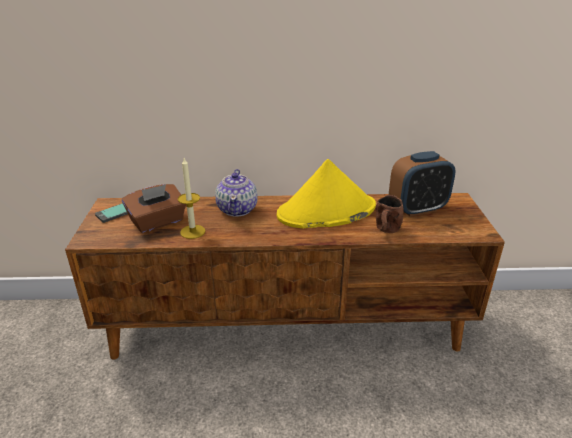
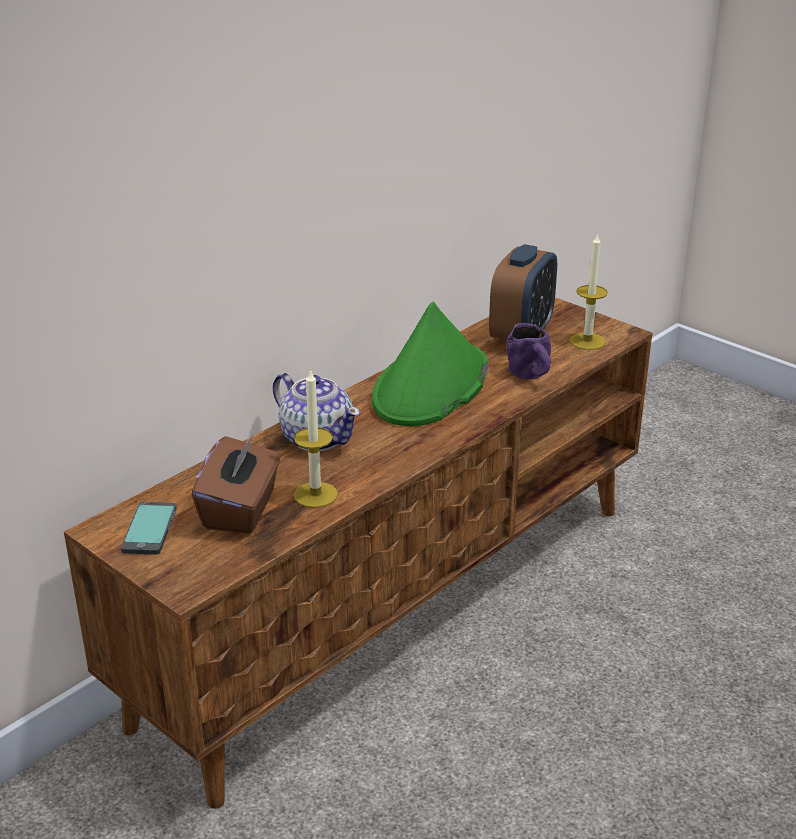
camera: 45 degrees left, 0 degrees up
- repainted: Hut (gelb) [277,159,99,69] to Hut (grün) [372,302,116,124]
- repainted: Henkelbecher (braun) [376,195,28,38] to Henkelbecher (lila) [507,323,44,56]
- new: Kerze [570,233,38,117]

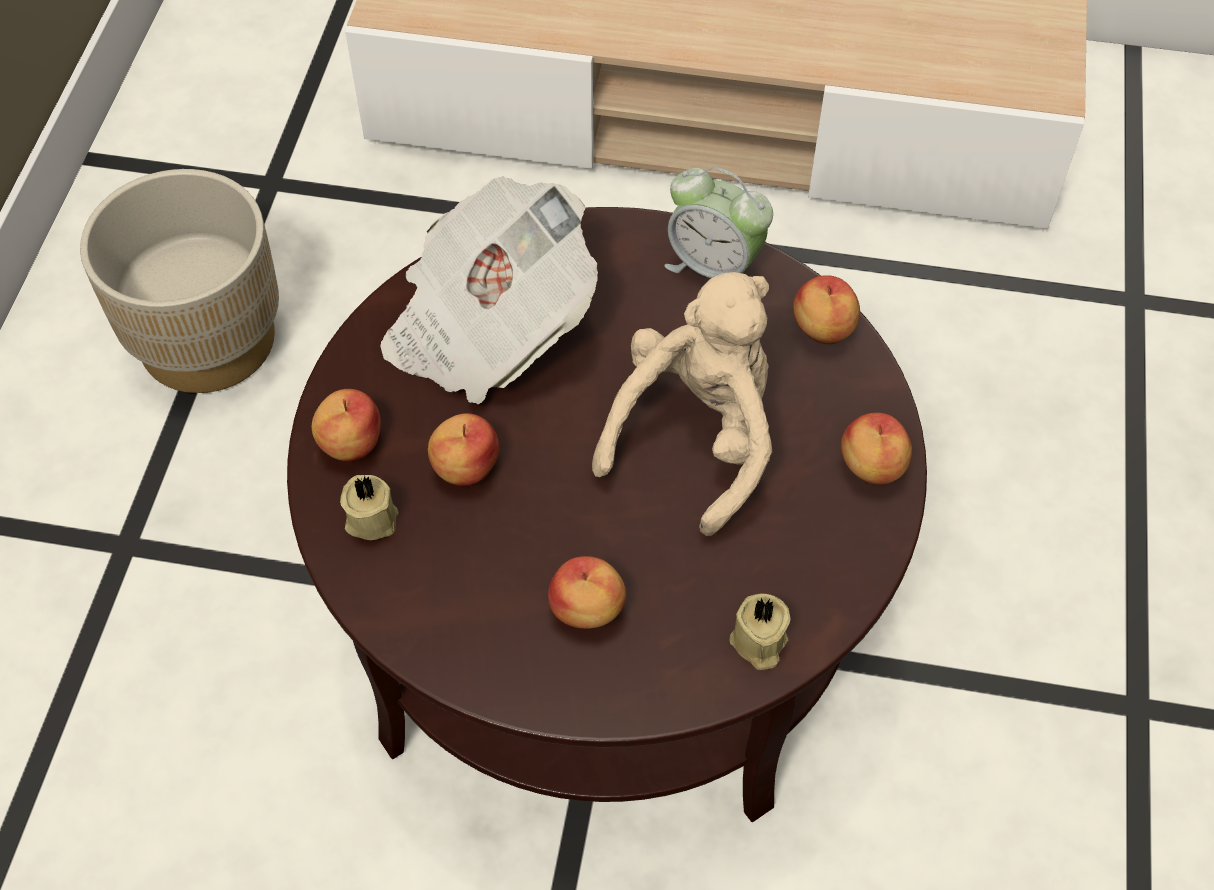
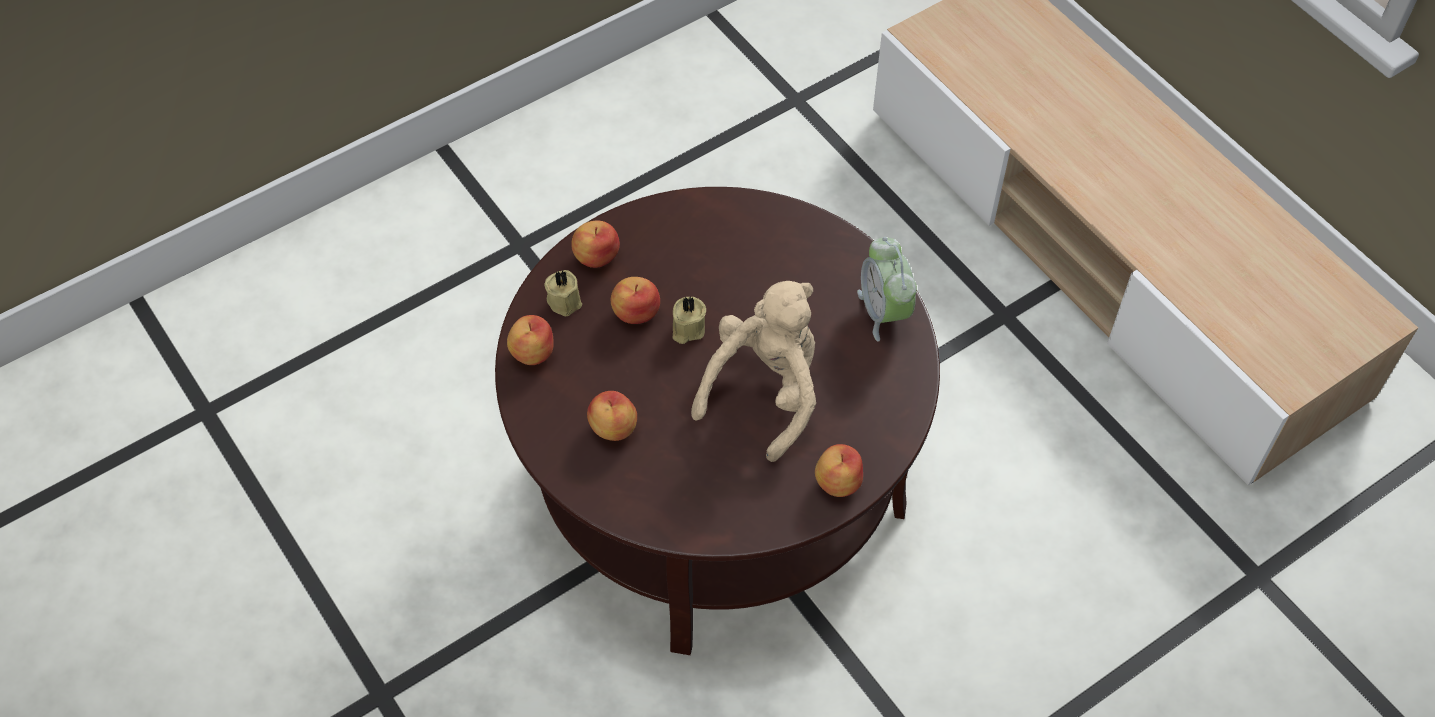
camera: 45 degrees right, 0 degrees up
- gone: Pflanzkübel (beige) [80,169,199,224]
- gone: Zeitung [380,176,218,228]
- rotated: Plüschtier (beige) [592,272,180,264] = [691,281,125,181] 45 degrees counterclockwise
- shifted: Kerze (beige) [730,593,61,77] to [673,296,33,48]
- shifted: Apfel [793,275,67,69] to [507,315,46,50]

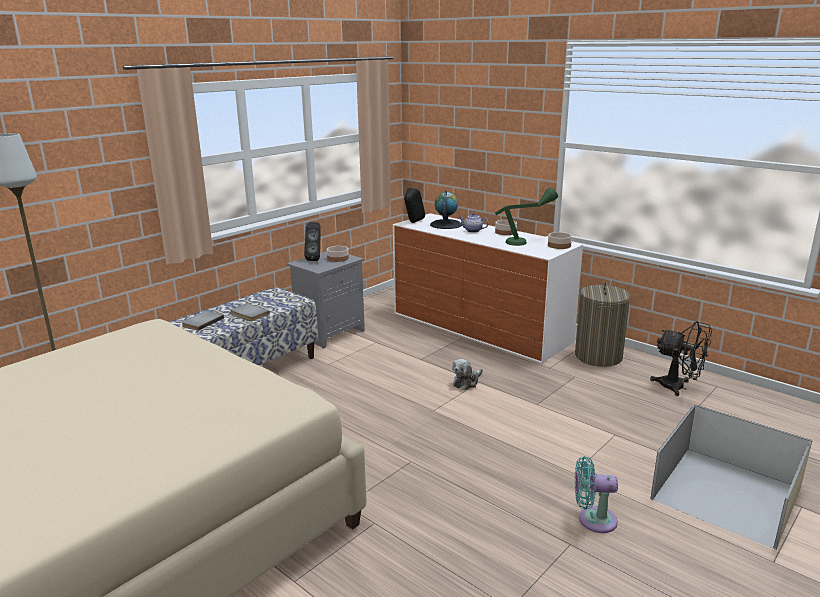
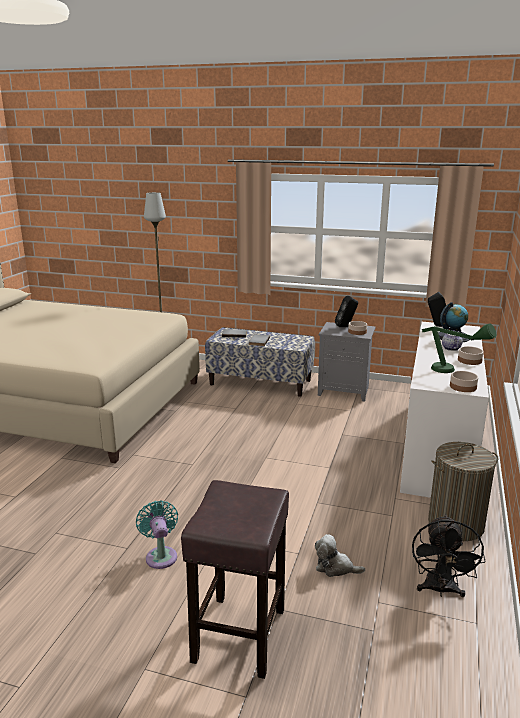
camera: 65 degrees right, 0 degrees up
- shifted: Plüschtier [452,359,31,31] to [315,534,50,43]
- swapped: Aufbewahrungsbox (beige) [650,405,163,145] to Hocker (braun) [181,480,108,199]

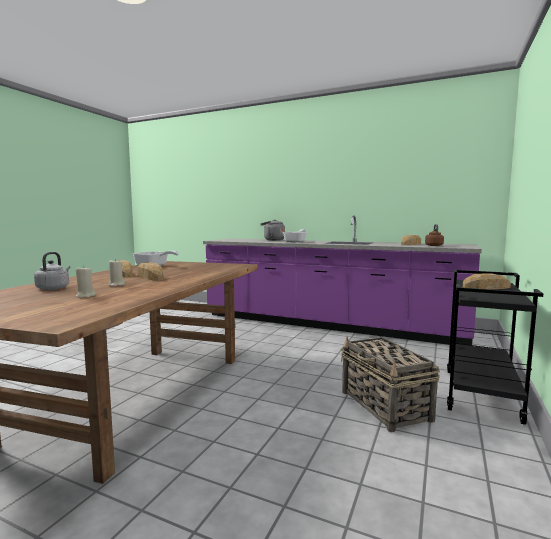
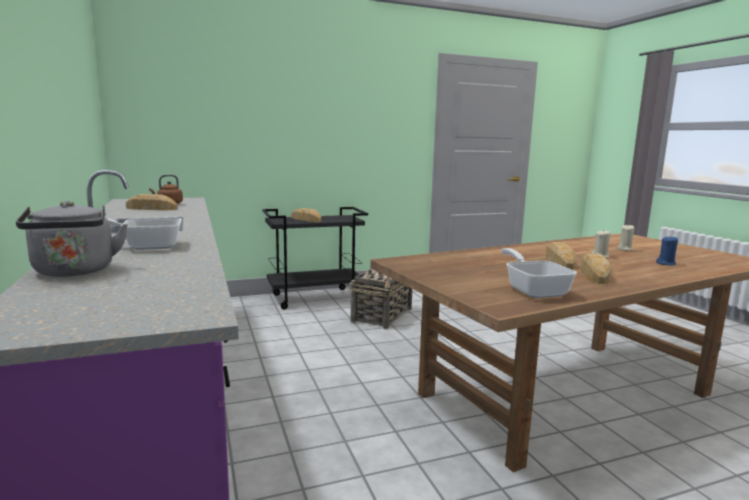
camera: 135 degrees left, 5 degrees up
- swapped: Wasserkessel (grau) [34,252,37,38] to Kerze (blau) [656,236,22,30]

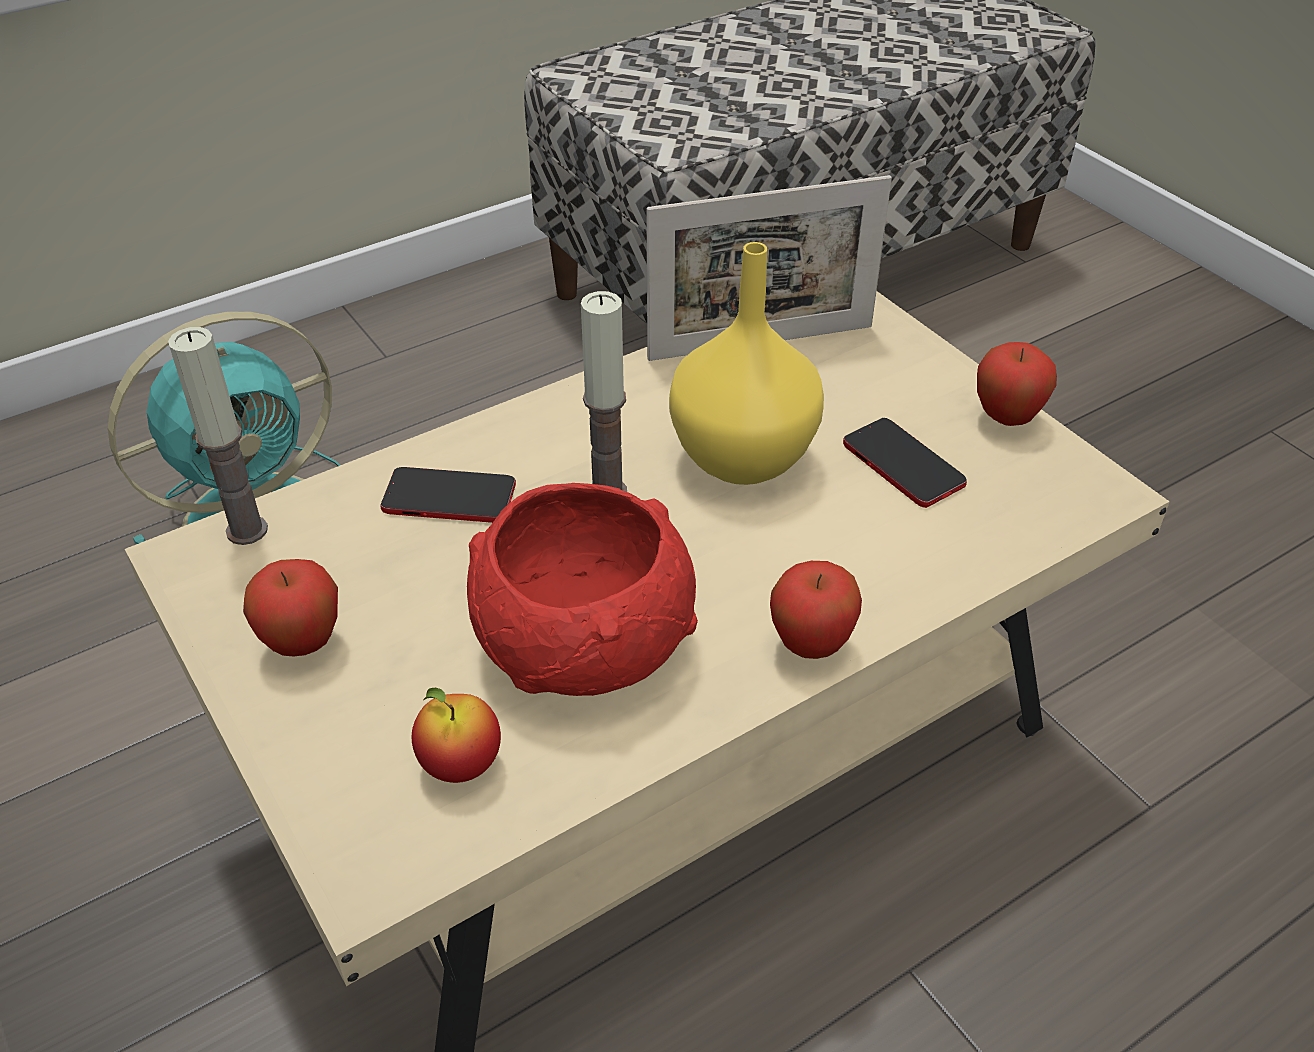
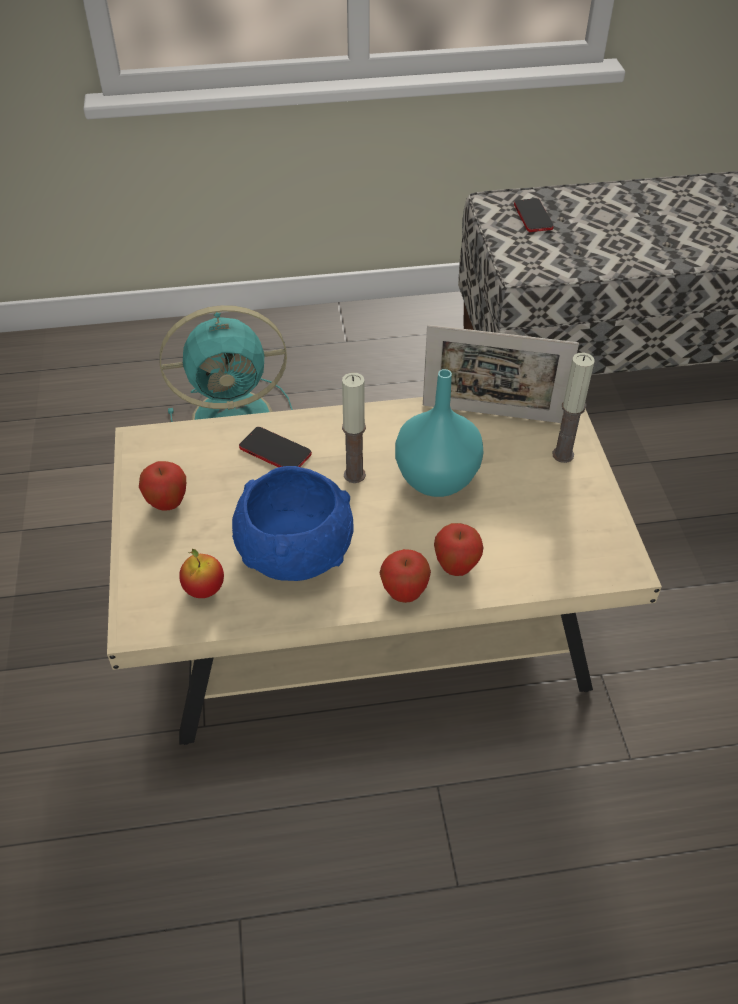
camera: 25 degrees right, 5 degrees up
- shifted: Kerze [168,327,100,218] to [552,353,43,110]
- repainted: Schüssel (rot) [467,483,231,213] to Schüssel (blau) [232,466,122,115]
- repainted: Vase (gelb) [669,242,155,243] to Vase (türkis) [395,369,89,128]
- shifted: Handy [843,418,124,90] to [514,198,40,34]
- shifted: Apfel [977,342,80,84] to [434,523,49,53]

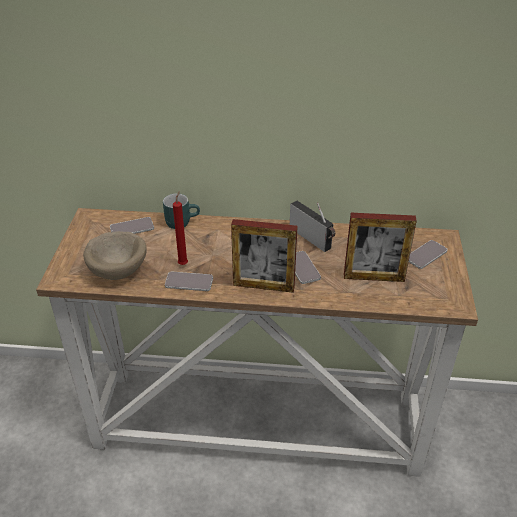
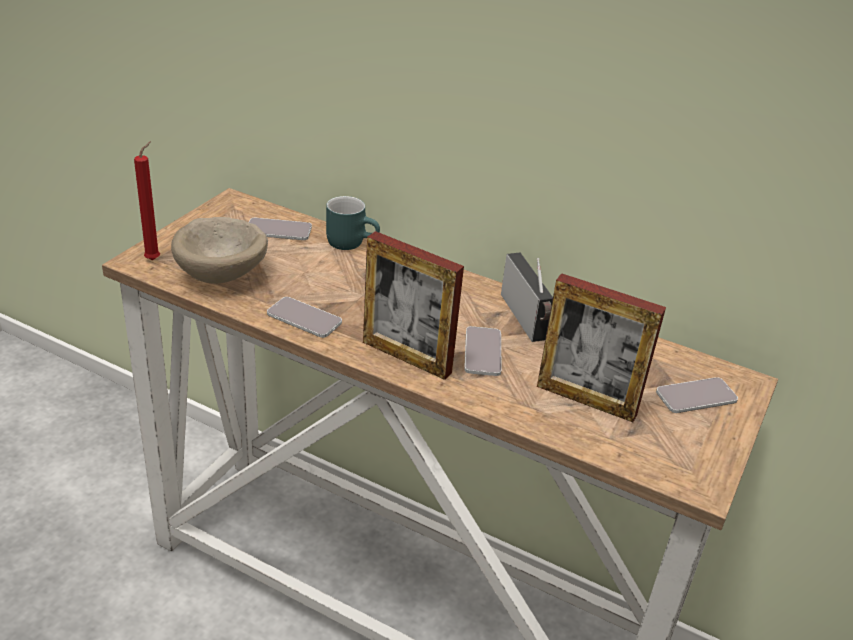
camera: 20 degrees right, 5 degrees down
- shifted: Kerze (rot) [173,191,15,74] to [134,141,26,119]

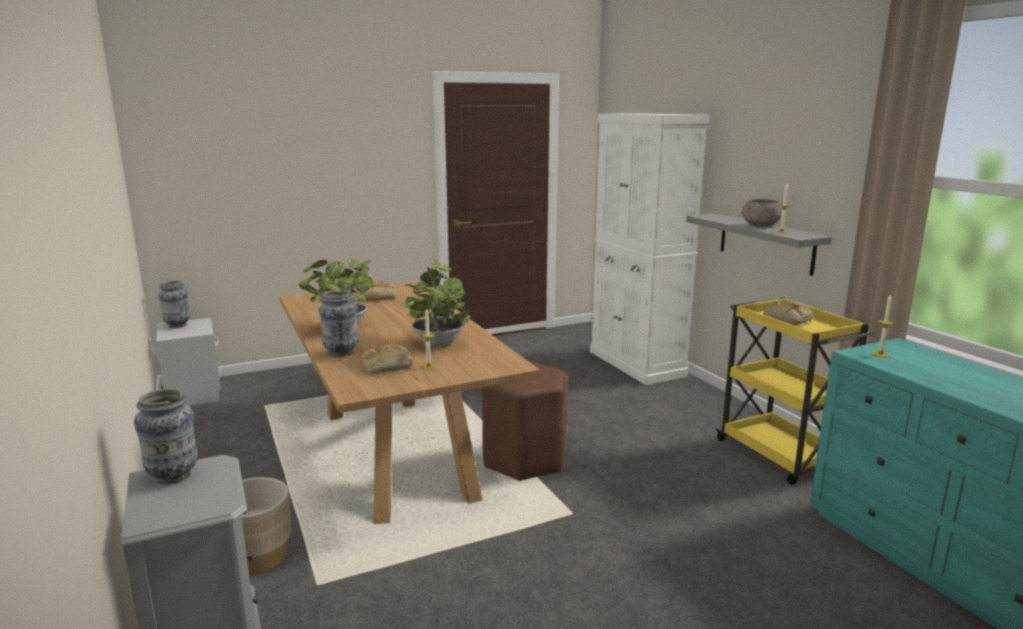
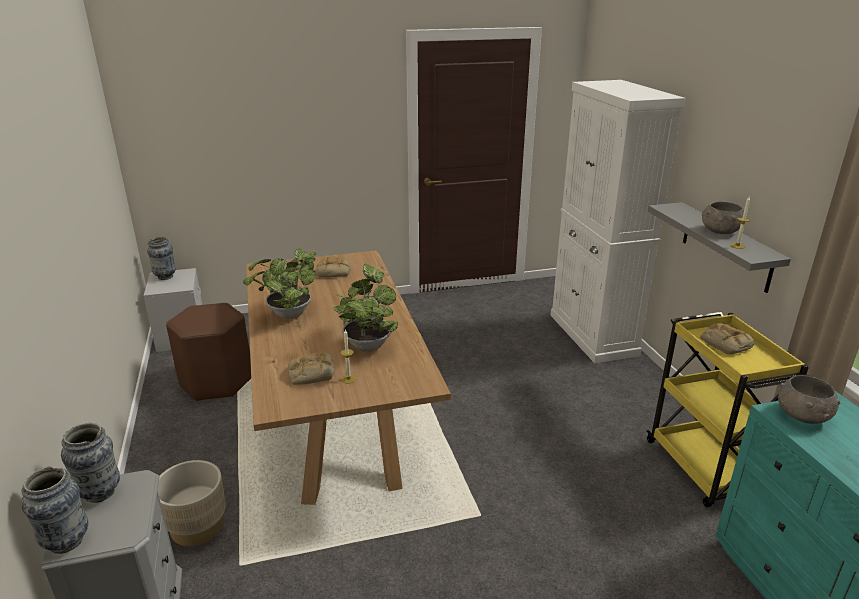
camera: 10 degrees right, 10 degrees up
- shifted: Vase [319,290,40,67] to [21,466,67,88]
- shifted: Hocker (braun) [482,361,85,120] to [166,303,85,99]
- swapped: Kerze [871,294,23,63] to Schüssel (grau) [778,375,62,49]

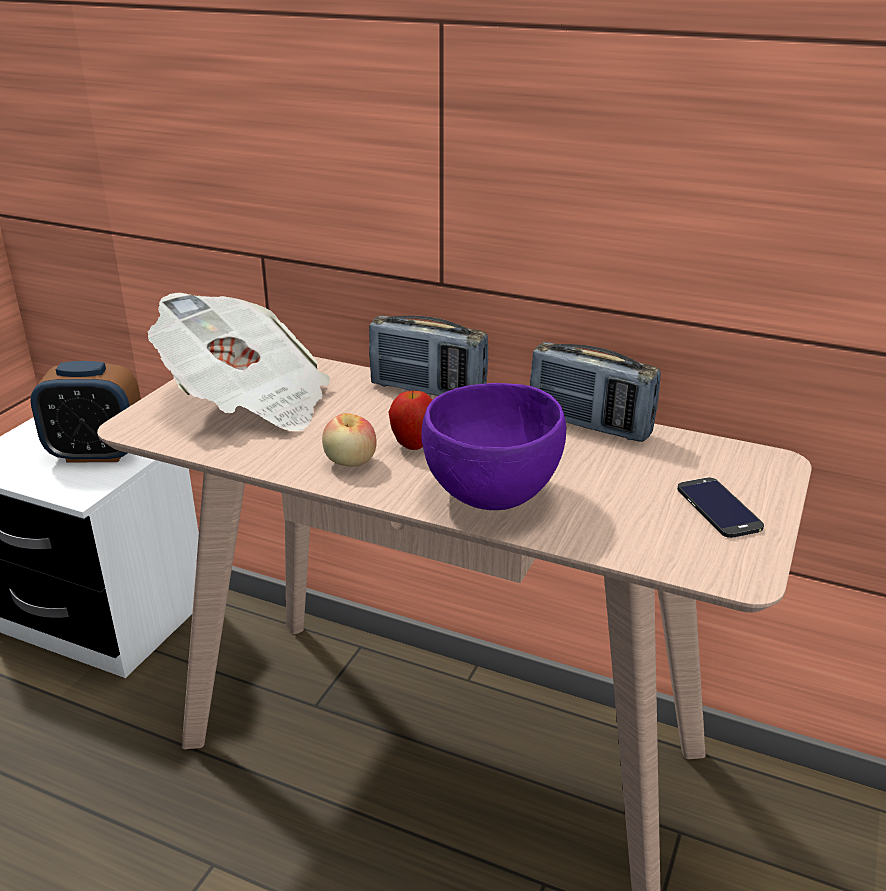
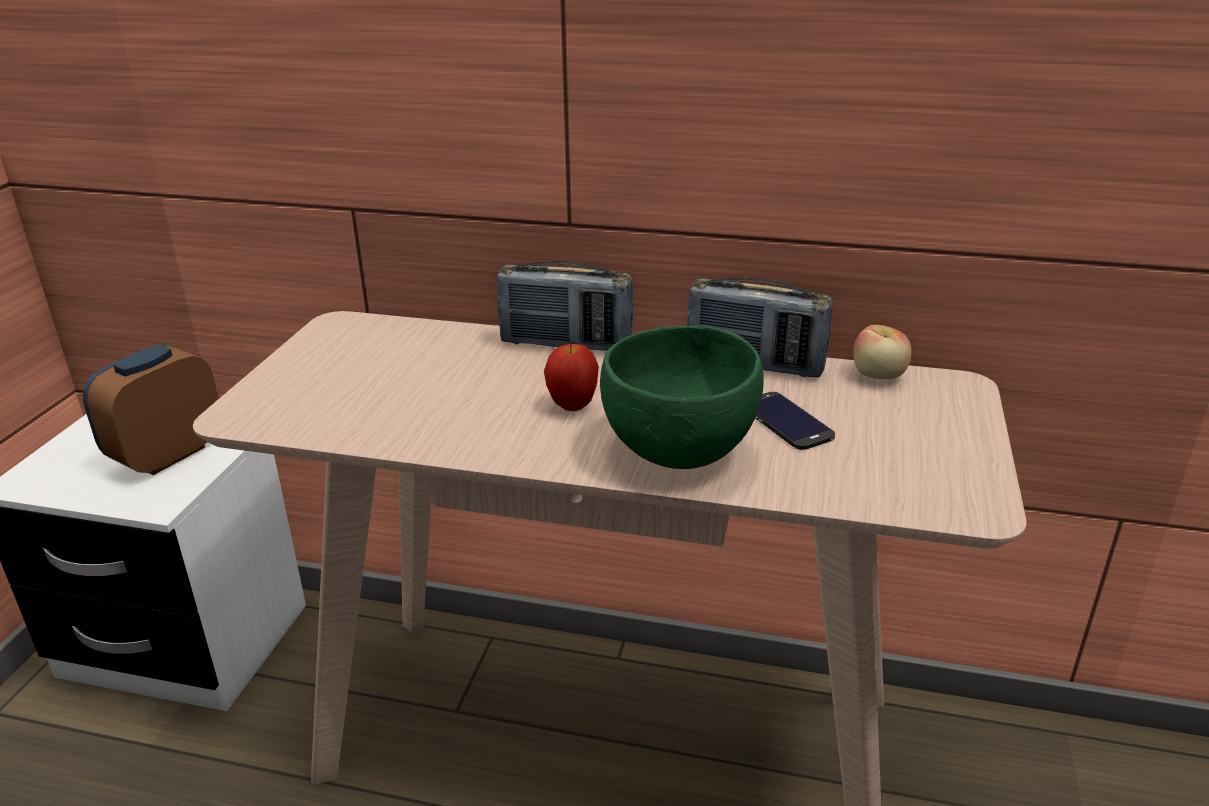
camera: 10 degrees left, 0 degrees up
- rotated: Wecker [30,361,111,102] = [83,345,136,130] 135 degrees clockwise
- gone: Zeitung [148,292,182,140]
- shifted: Apfel [322,413,55,53] to [853,325,59,54]
- repainted: Schüssel (lila) [421,383,145,127] to Schüssel (grün) [600,326,164,143]
- shifted: Handy [677,478,87,60] to [755,392,80,58]

